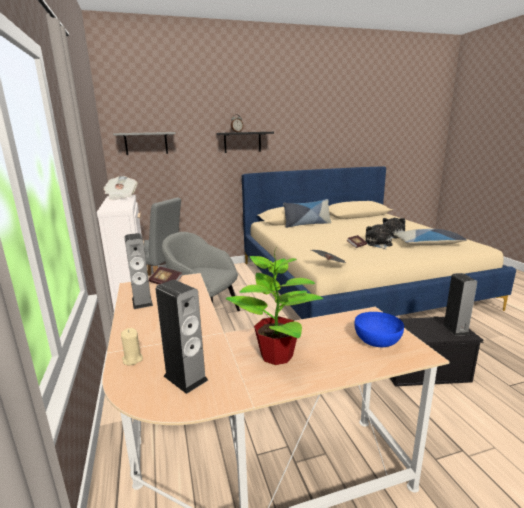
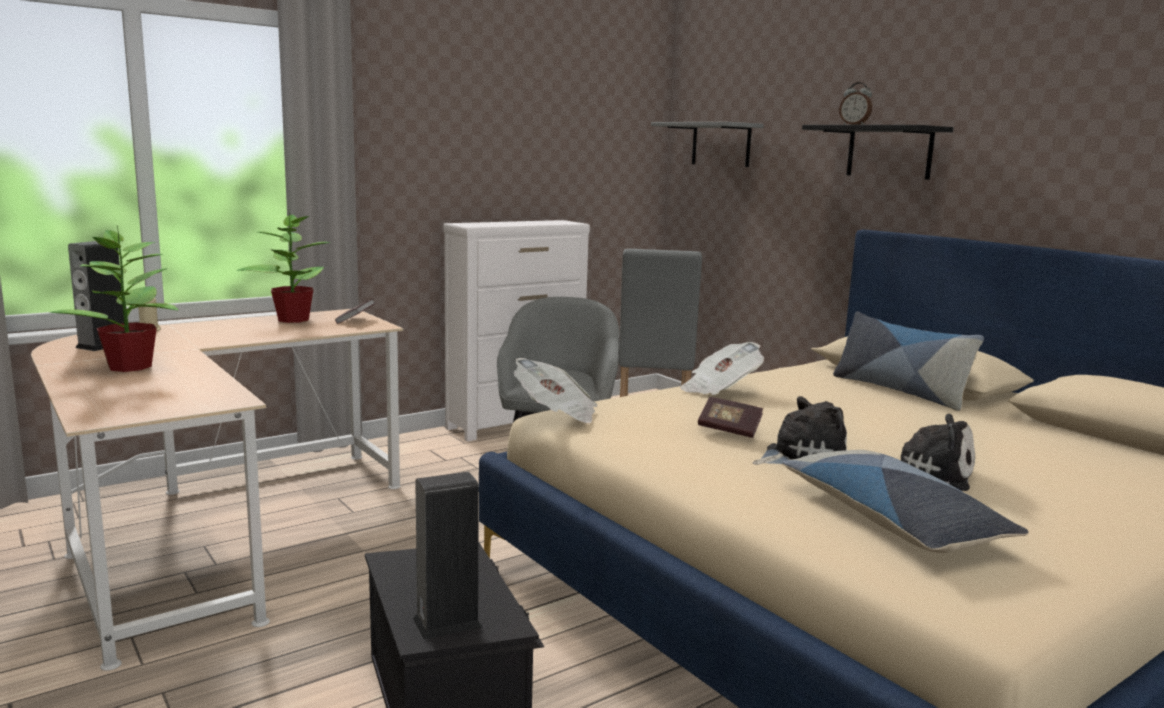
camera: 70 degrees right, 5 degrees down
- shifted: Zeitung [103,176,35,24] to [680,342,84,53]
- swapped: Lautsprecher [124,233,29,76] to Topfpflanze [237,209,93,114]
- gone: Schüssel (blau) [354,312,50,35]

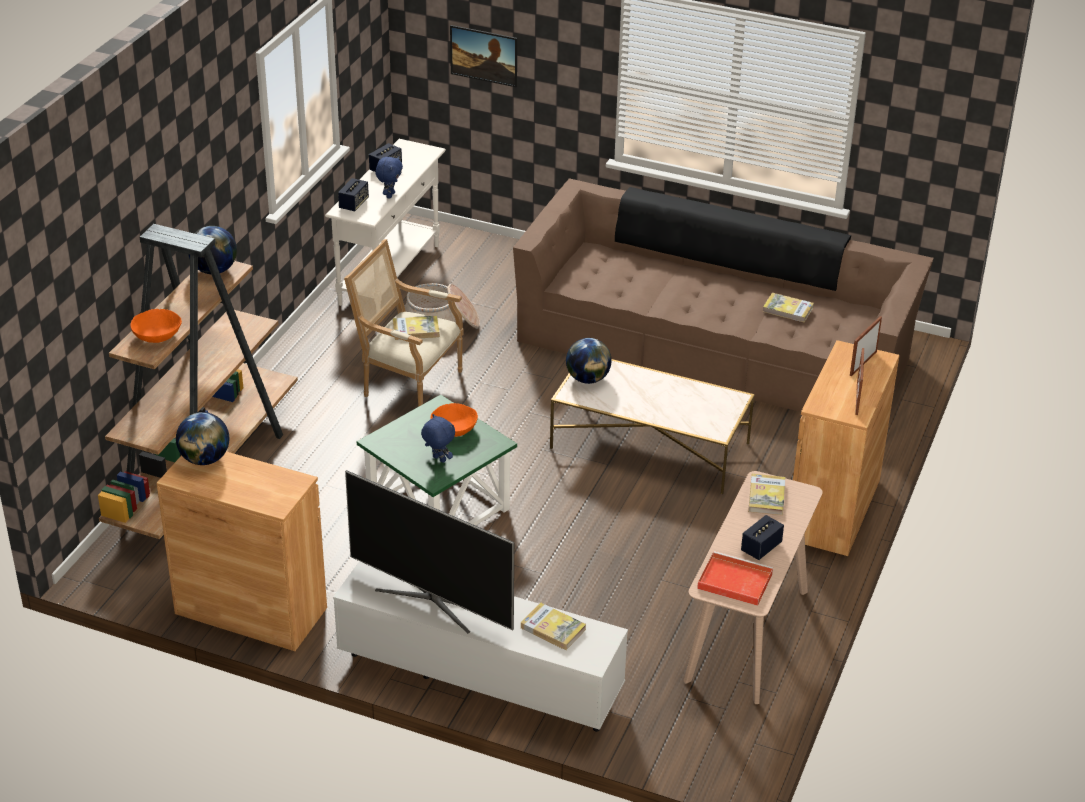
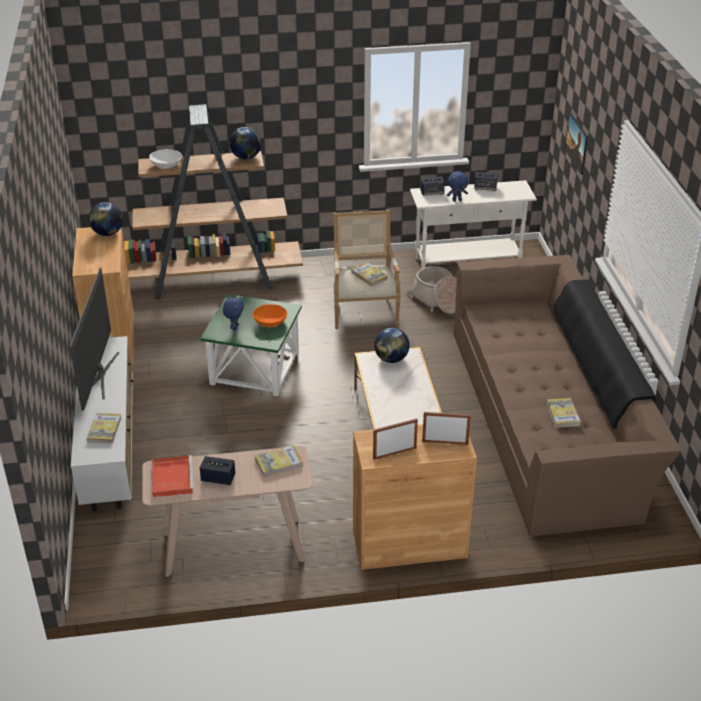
camera: 60 degrees right, 0 degrees up
- repainted: Schüssel (orange) [131,309,51,34] to Schüssel (weiß) [149,149,33,20]

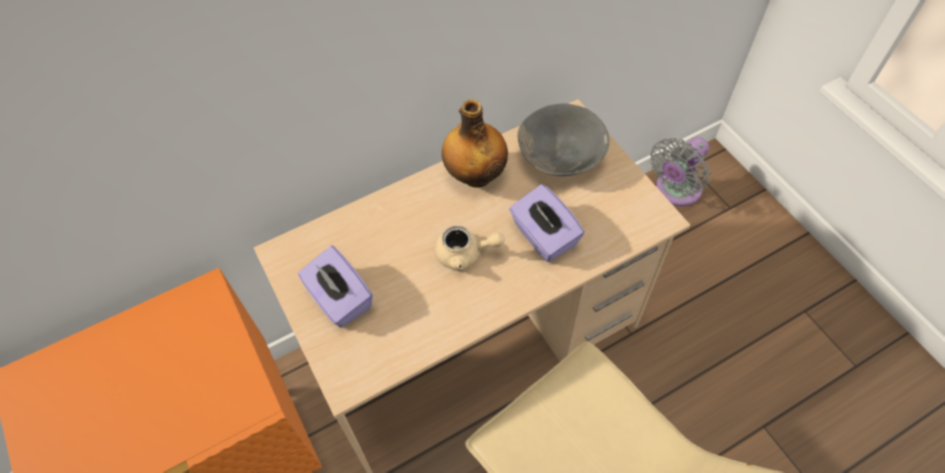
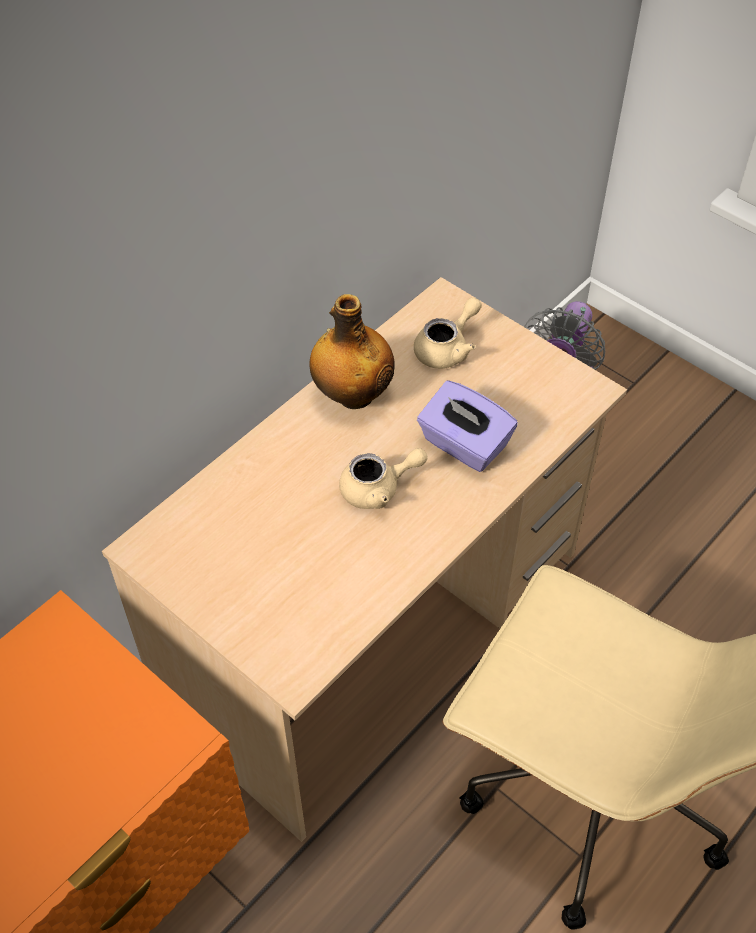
camera: 20 degrees left, 5 degrees down
- gone: Taschentuchbox (lila) [298,246,75,82]
- swapped: Schüssel (grau) [517,103,92,73] to Teekanne (beige) [414,297,68,72]

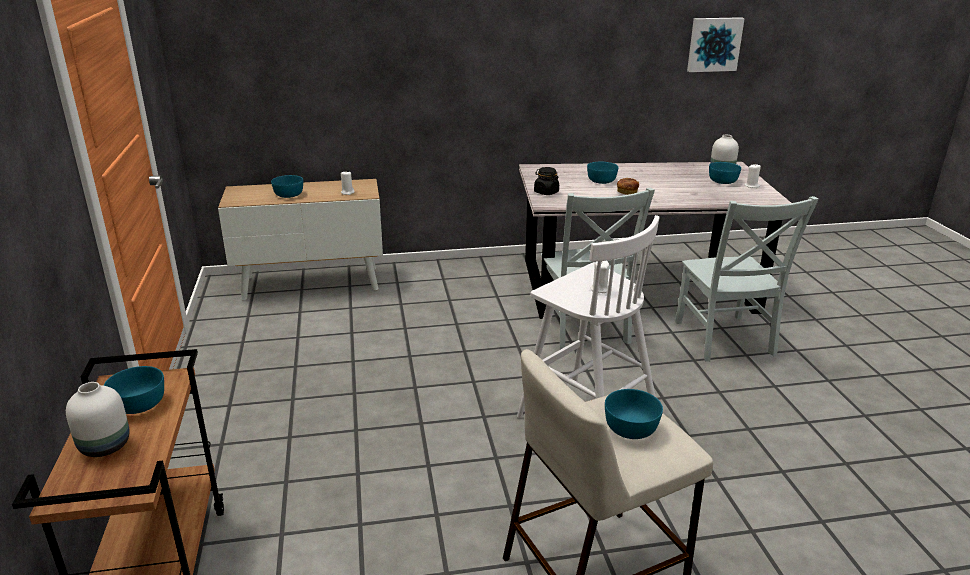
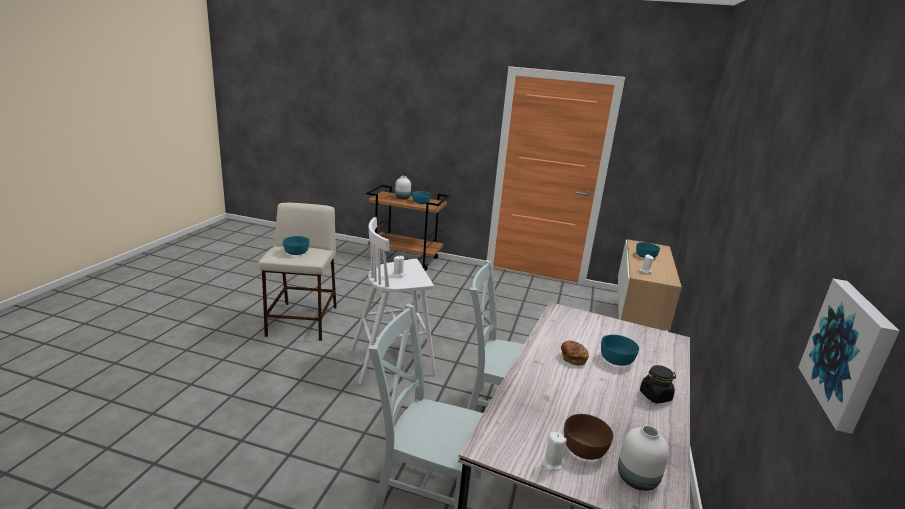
camera: 115 degrees right, 5 degrees down
- shifted: Vorratsglas (schwarz) [534,167,25,28] to [640,365,36,39]
- repainted: Schüssel (türkis) [709,162,32,22] to Schüssel (braun) [564,414,49,46]

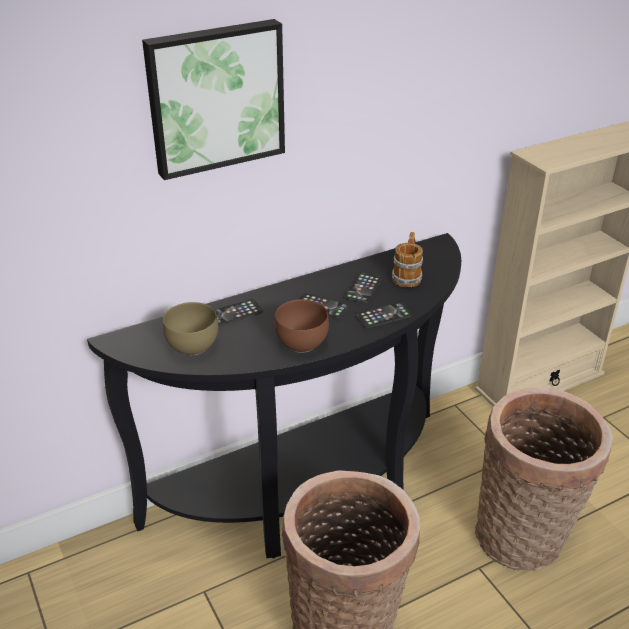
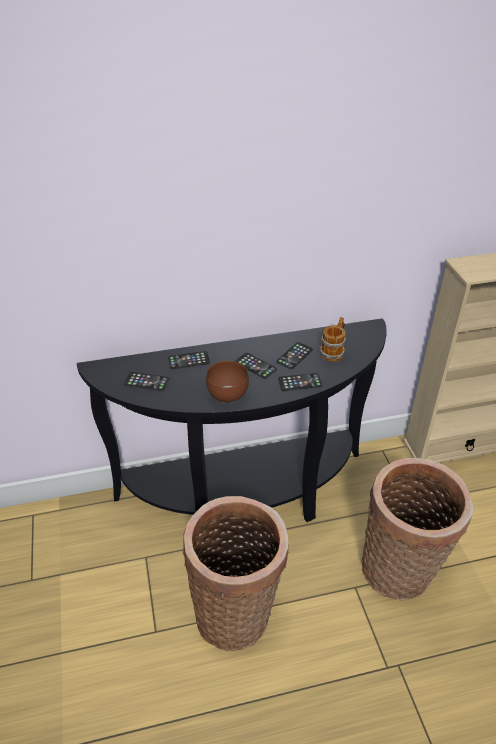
camera: 15 degrees right, 5 degrees up
- gone: Bild [142,19,143,161]
- swapped: Schüssel (braun) [163,302,55,54] to Handy [124,372,45,19]

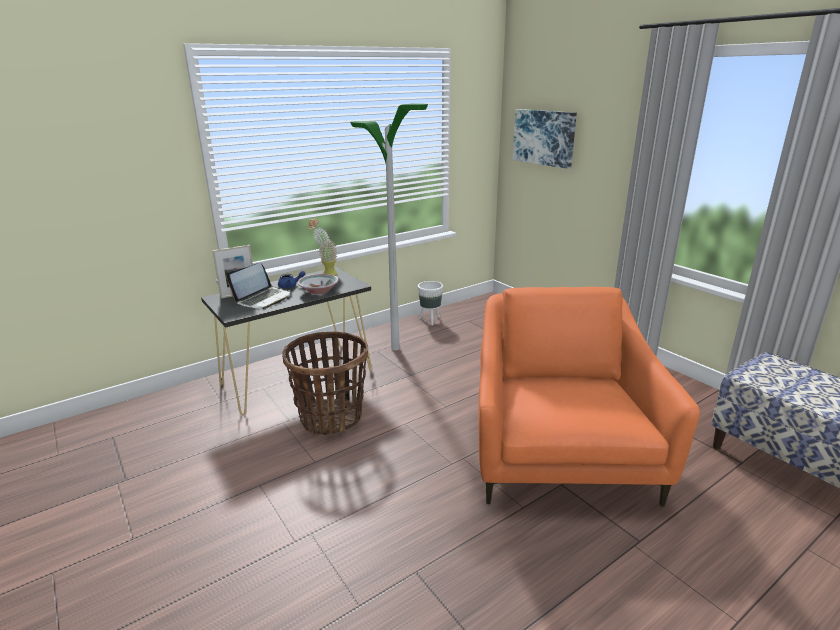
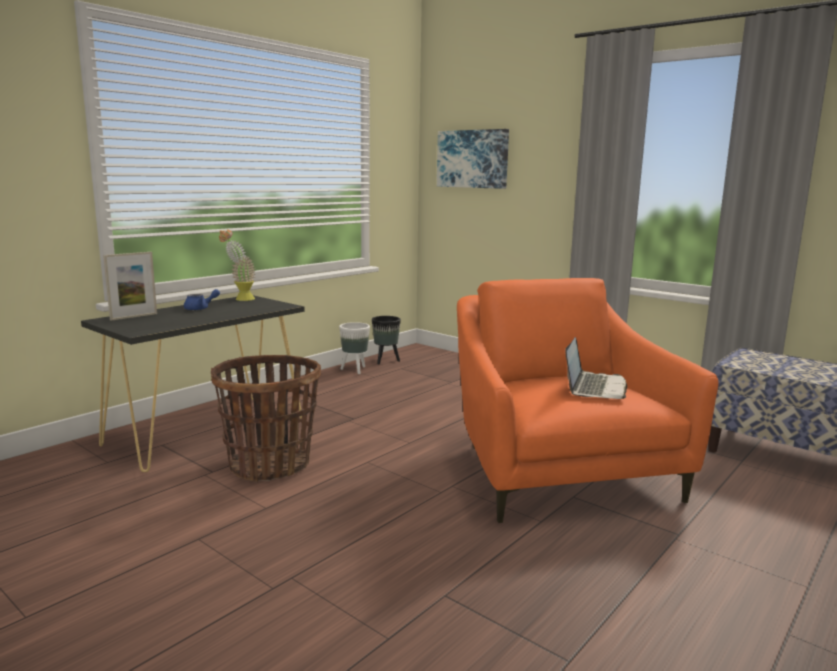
camera: 15 degrees left, 10 degrees down
- shifted: Laptop [226,263,65,46] to [566,337,61,62]
- gone: Schüssel [298,274,41,21]
- gone: Stehlampe [350,103,78,247]
- new: Pflanzkübel (schwarz) [372,316,29,48]

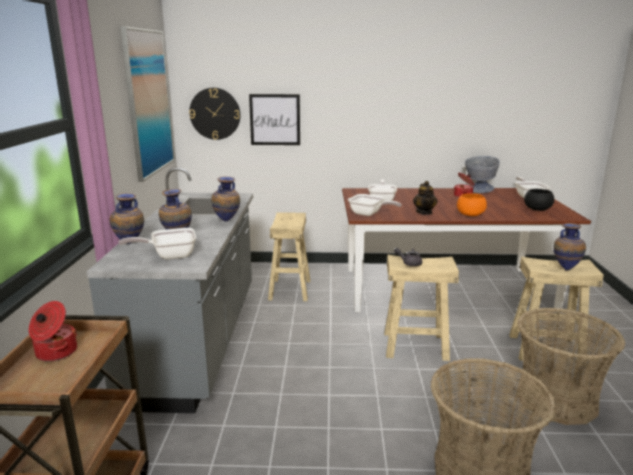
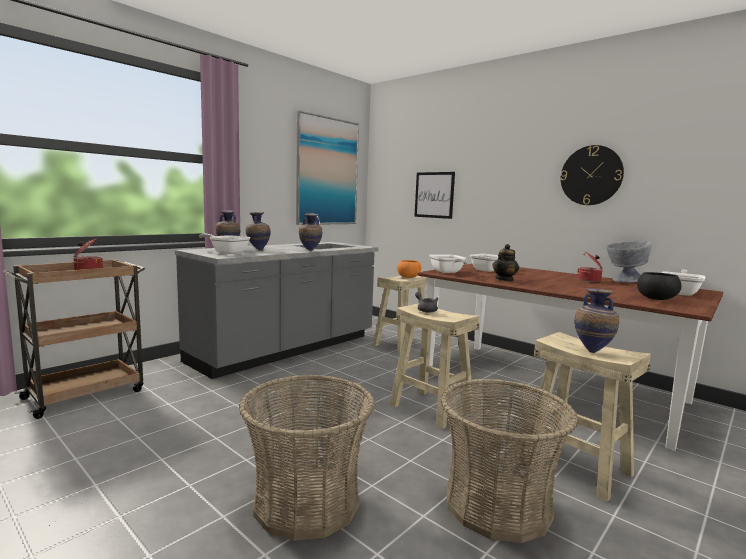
camera: 40 degrees right, 10 degrees down
- shifted: Wanduhr [189,88,51,52] to [560,145,64,60]
- shifted: Schüssel (orange) [457,193,30,23] to [397,260,24,18]

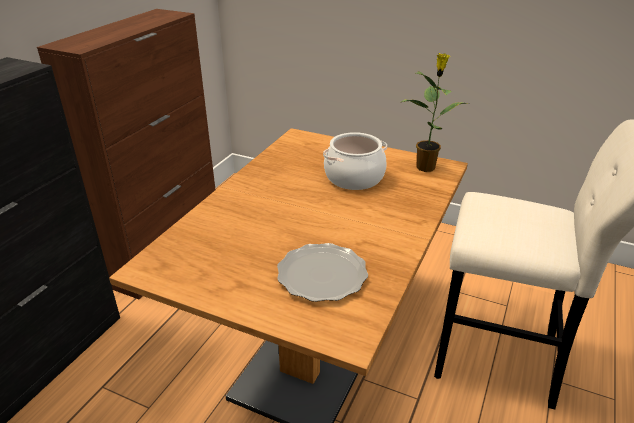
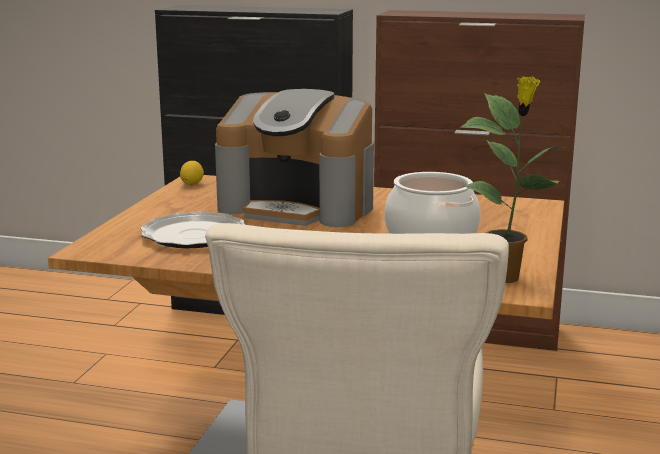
camera: 80 degrees right, 15 degrees down
- new: Zitrone [180,161,24,24]
- new: Kaffeemaschine [215,89,159,138]

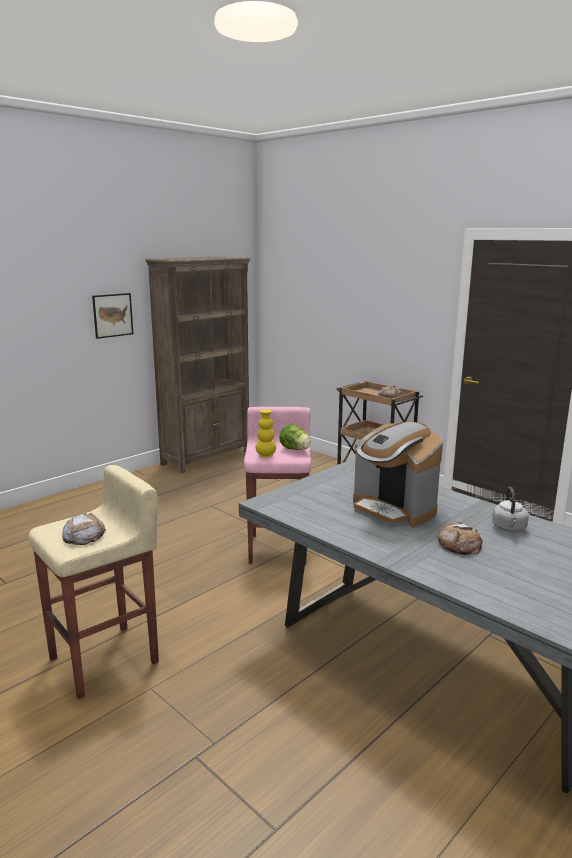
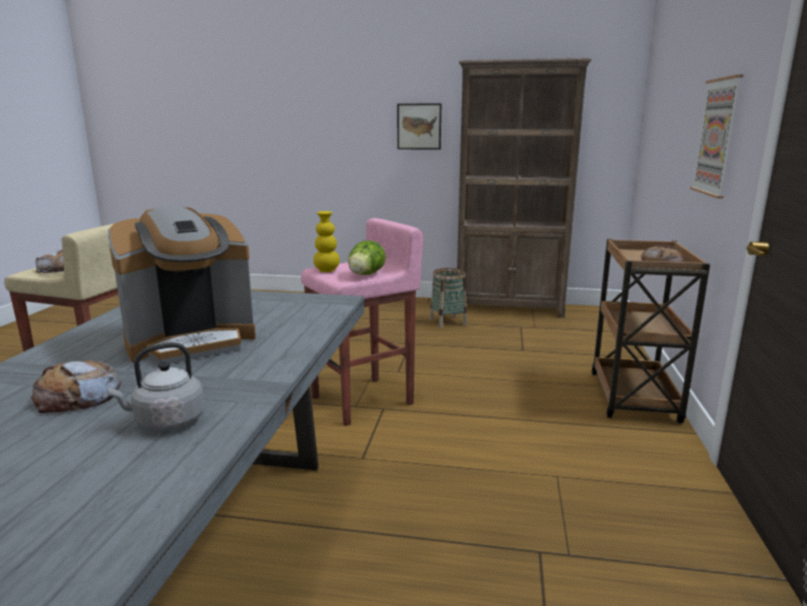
camera: 55 degrees right, 0 degrees up
- rotated: Kaffeemaschine [353,421,90,107] = [108,206,148,158] 135 degrees counterclockwise
- new: Korb [430,268,37,60]
- new: Bild [690,75,53,123]

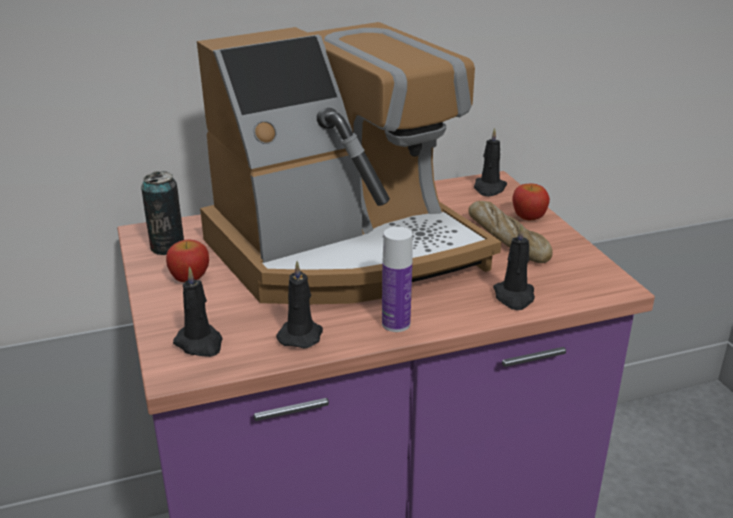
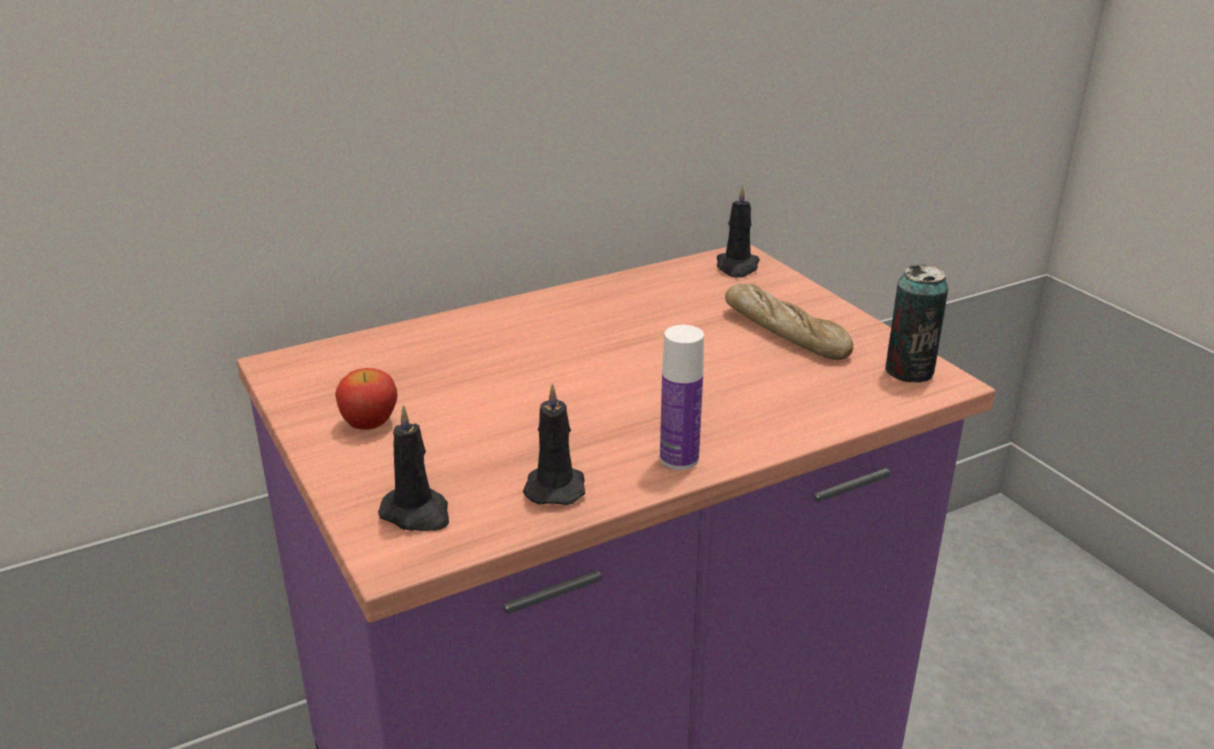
camera: 10 degrees left, 0 degrees up
- shifted: Dose [141,171,43,84] to [885,264,63,119]
- gone: Kaffeemaschine [197,22,304,282]
- gone: Kerze (schwarz) [493,224,42,86]
- gone: Apfel [512,183,38,37]

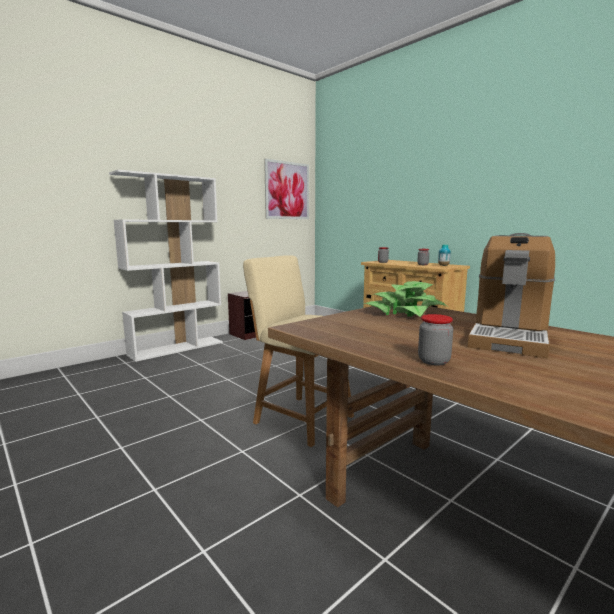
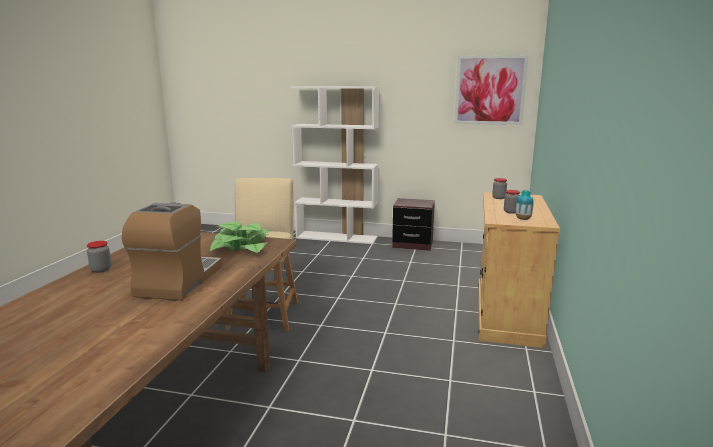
camera: 55 degrees right, 5 degrees up
- rotated: Kaffeemaschine [467,233,88,125] = [122,203,101,97] 105 degrees clockwise

